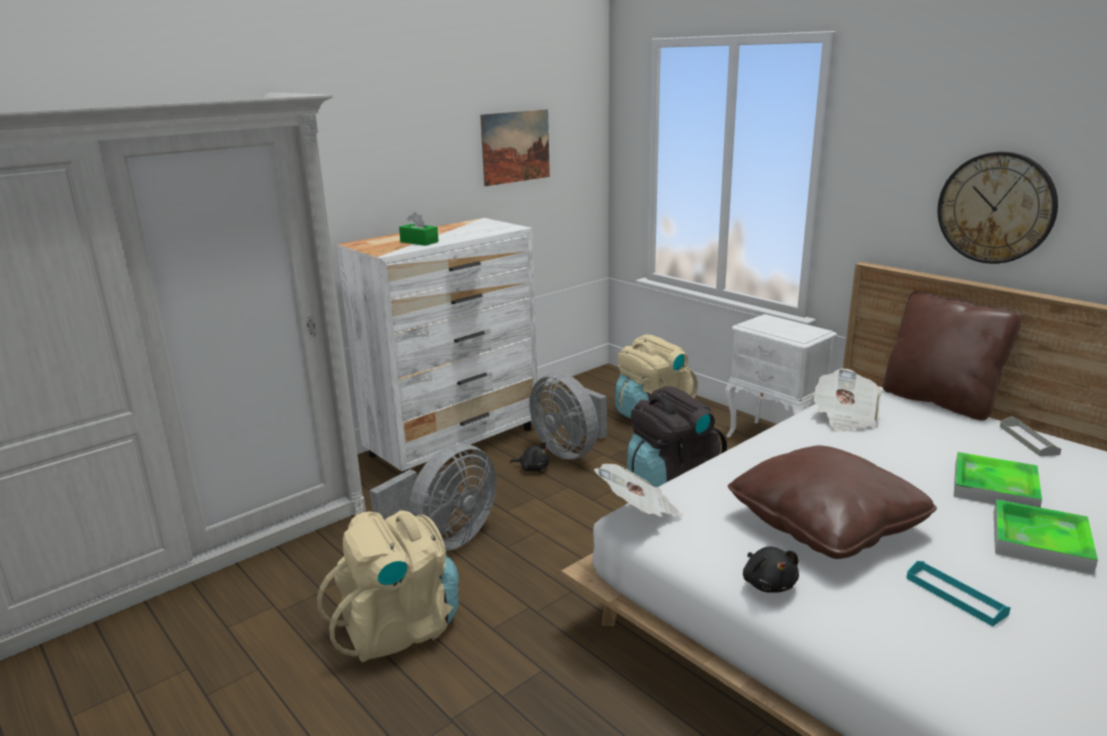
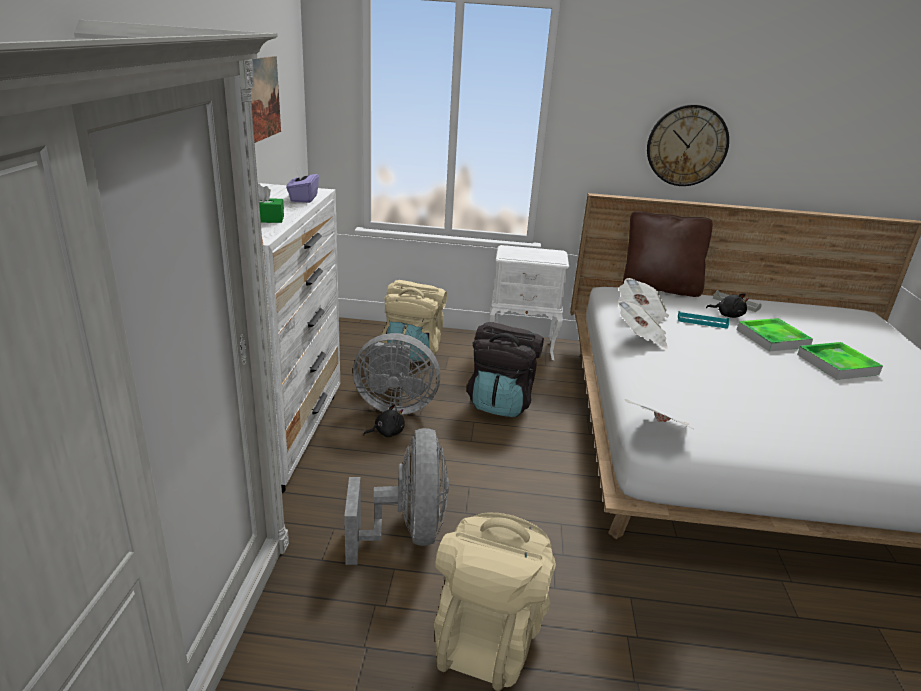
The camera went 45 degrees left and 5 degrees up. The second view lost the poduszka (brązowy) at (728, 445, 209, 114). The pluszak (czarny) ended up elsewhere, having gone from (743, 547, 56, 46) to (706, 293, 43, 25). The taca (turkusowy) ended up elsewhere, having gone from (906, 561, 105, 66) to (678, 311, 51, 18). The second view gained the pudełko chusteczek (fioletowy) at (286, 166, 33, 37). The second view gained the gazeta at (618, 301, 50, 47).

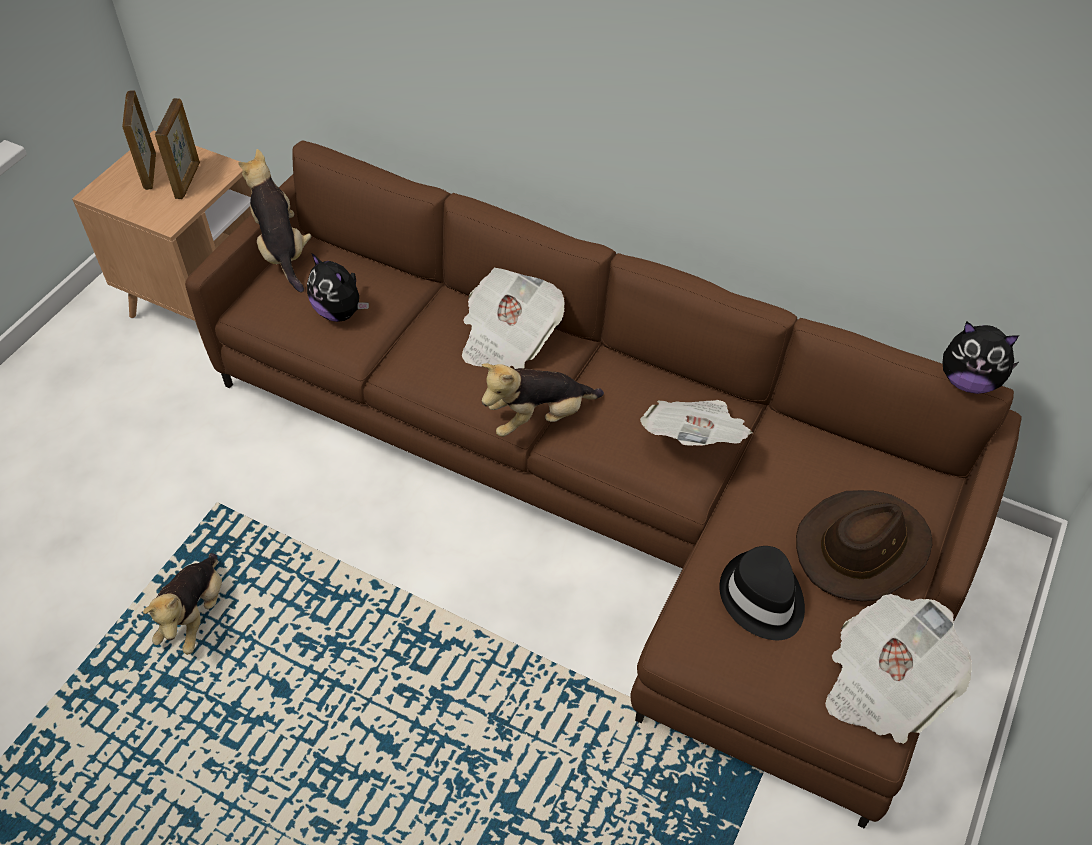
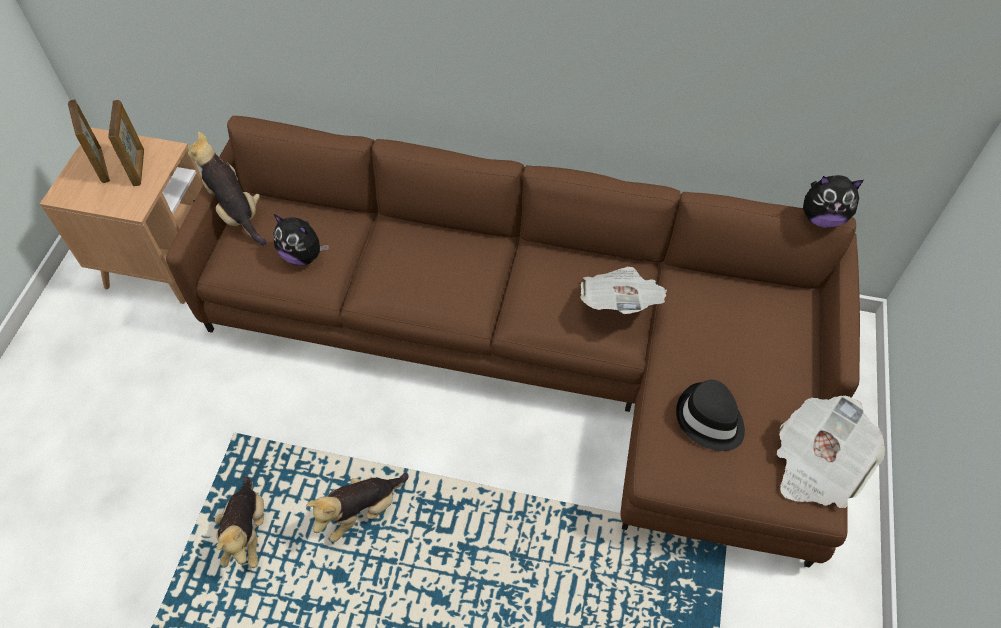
The camera went 15 degrees left and 5 degrees up. The second view lost the gazeta at (462, 268, 103, 101). The pluszak ended up elsewhere, having gone from (482, 363, 122, 74) to (306, 473, 103, 69). The second view lost the kapelusz (brązowy) at (796, 490, 136, 111).

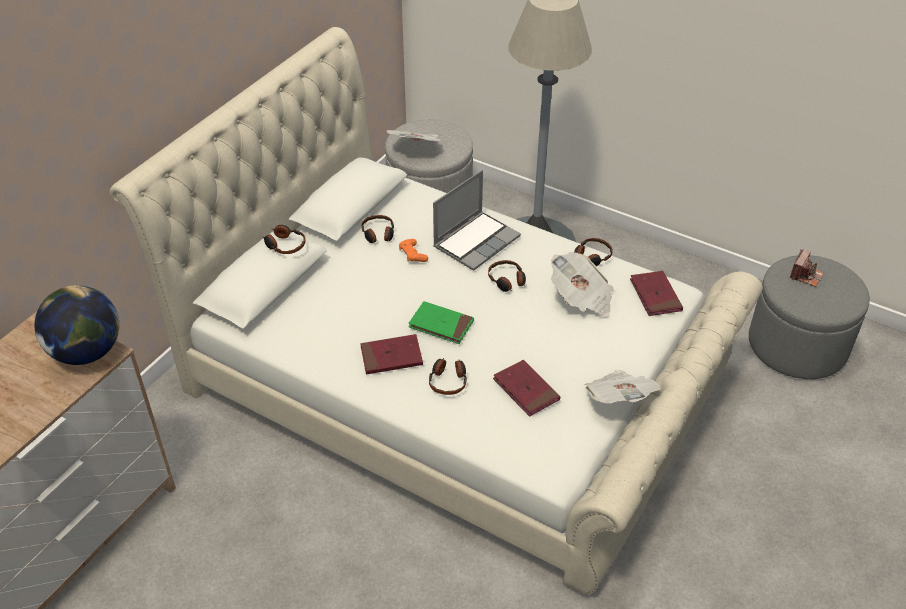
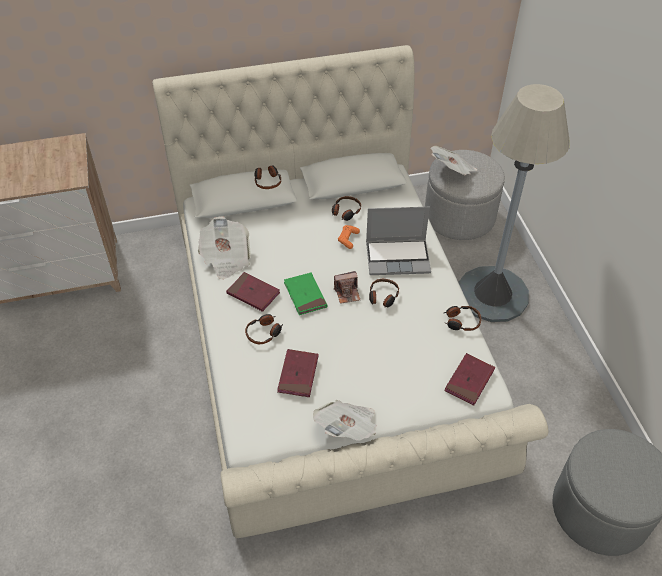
The camera went 45 degrees right and 5 degrees up. The aparat fotograficzny ended up elsewhere, having gone from (790, 249, 34, 38) to (334, 271, 26, 33). The gazeta ended up elsewhere, having gone from (551, 252, 62, 65) to (198, 216, 53, 64). The second view lost the globus at (35, 285, 84, 80).

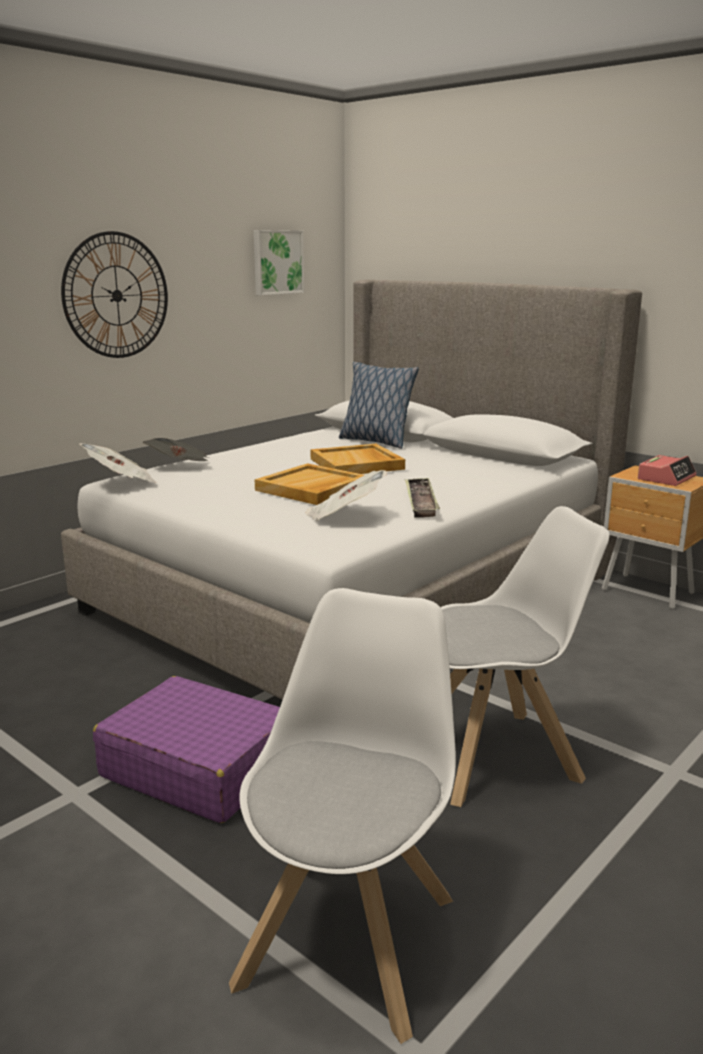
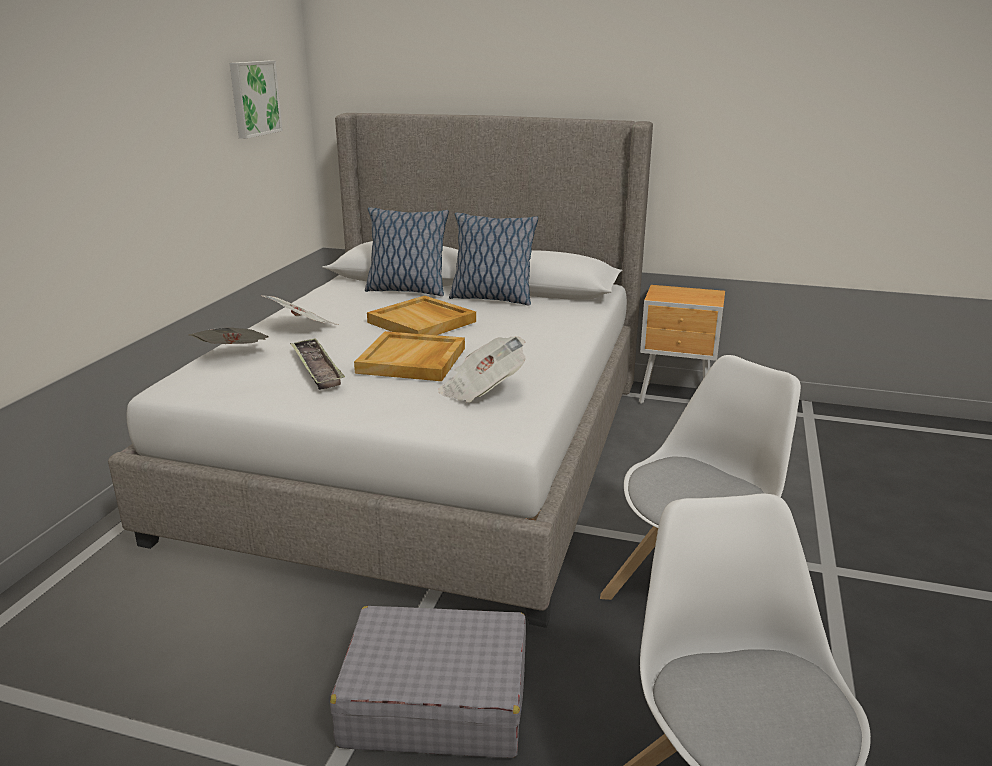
The camera went 25 degrees left and 5 degrees up. The second view lost the zegar ścienny at (61, 231, 107, 127). The gazeta ended up elsewhere, having gone from (79, 443, 77, 39) to (263, 296, 73, 28). The second view lost the budzik at (638, 455, 59, 31). The taca ended up elsewhere, having gone from (405, 478, 35, 40) to (290, 338, 55, 52). What was the walizka (fioletowy) at (93, 676, 187, 147) turned into the walizka (szary) at (330, 606, 196, 152). The second view gained the poduszka at (449, 212, 89, 94).

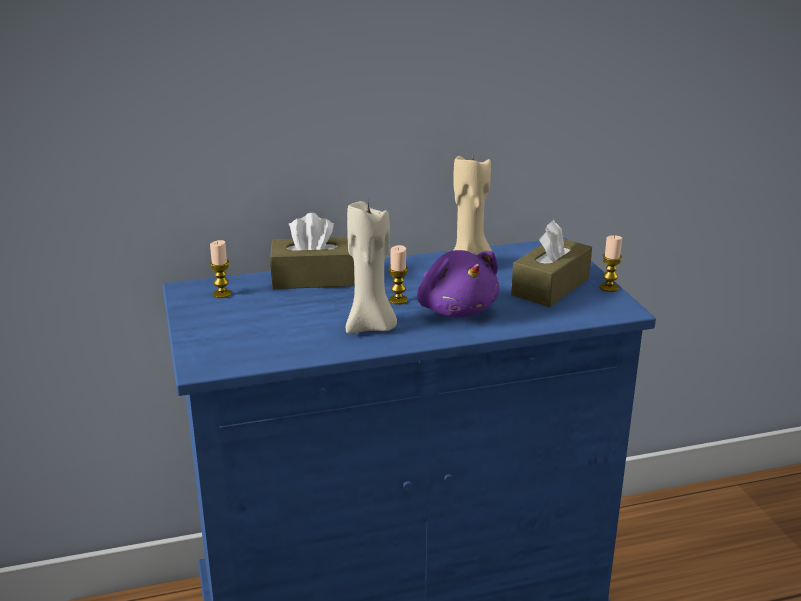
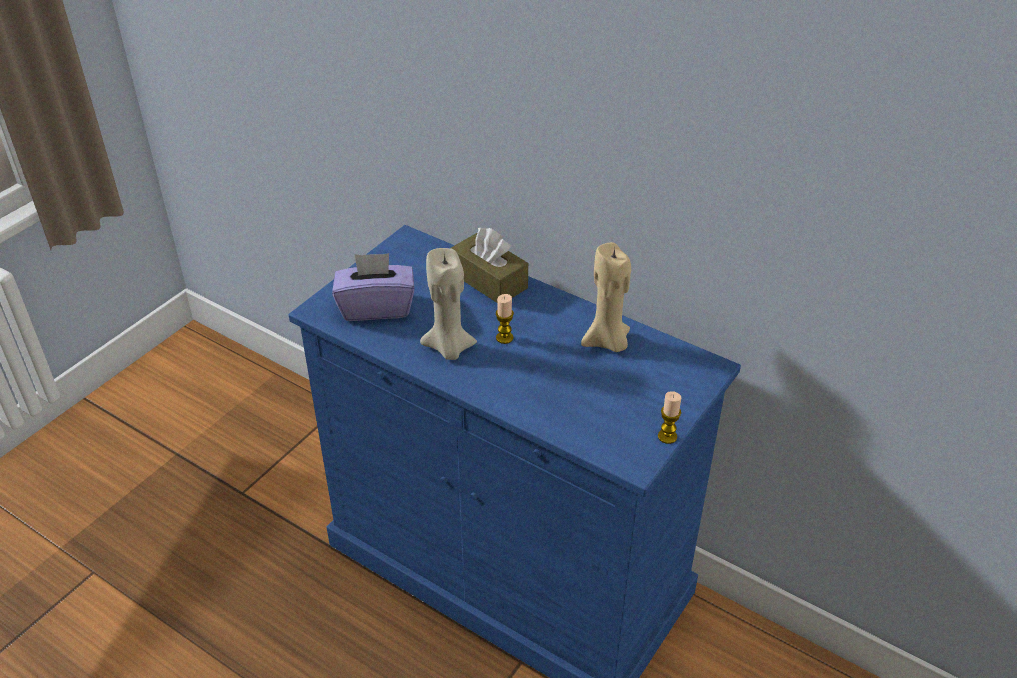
The camera went 50 degrees right and 15 degrees up. The second view lost the pudełko chusteczek (brązowy) at (511, 220, 81, 87). The second view lost the świeca at (210, 240, 22, 58). The second view lost the pluszak (fioletowy) at (417, 250, 83, 67). The second view gained the pudełko chusteczek (fioletowy) at (332, 253, 83, 68).

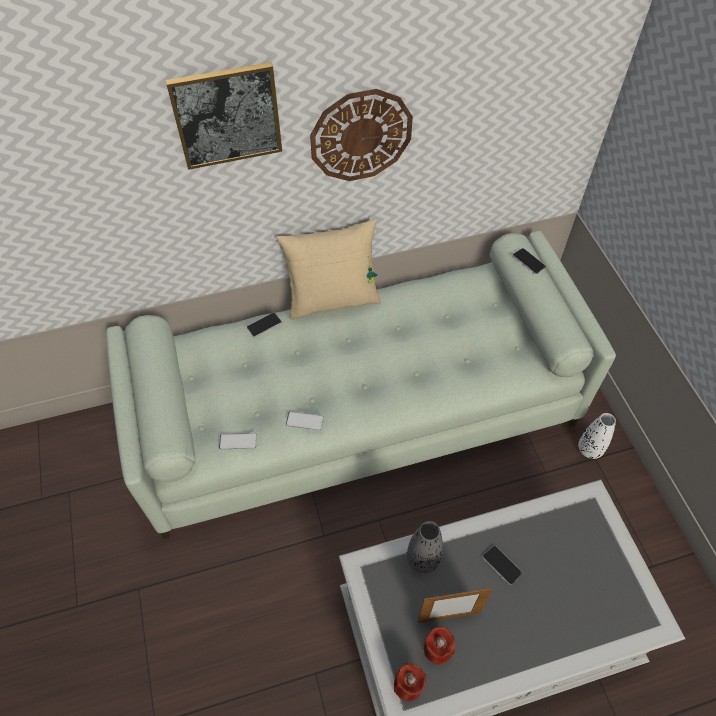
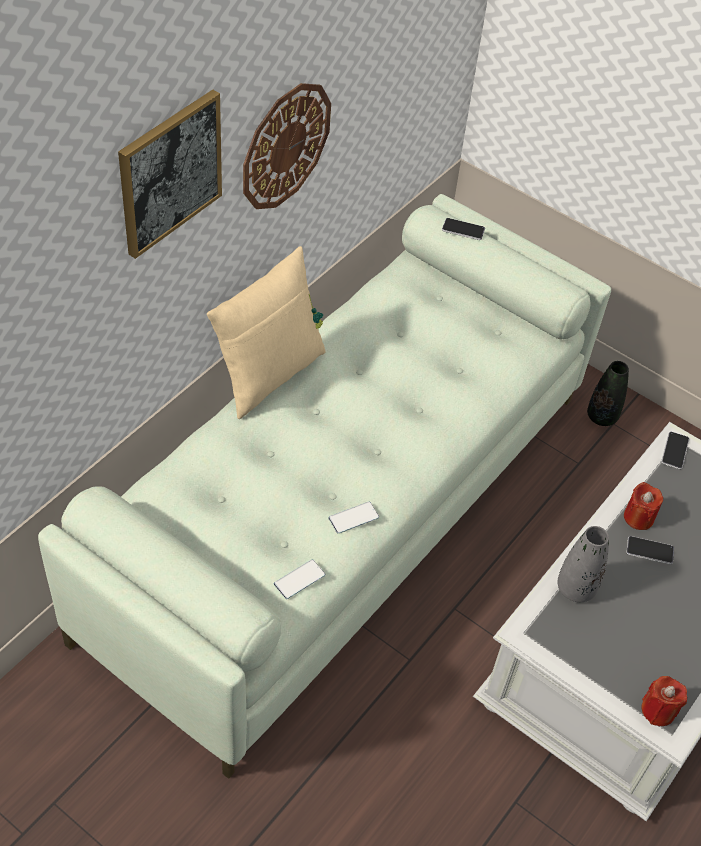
The camera went 40 degrees left and 5 degrees down. The telefon ended up elsewhere, having gone from (247, 313, 35, 24) to (661, 432, 28, 37). What was the wazon (biały) at (578, 413, 38, 46) turned into the wazon (czarny) at (587, 361, 42, 65). The second view lost the ramka na zdjęcie at (418, 588, 75, 35). The świeca (czerwony) ended up elsewhere, having gone from (424, 627, 31, 37) to (624, 482, 39, 48).

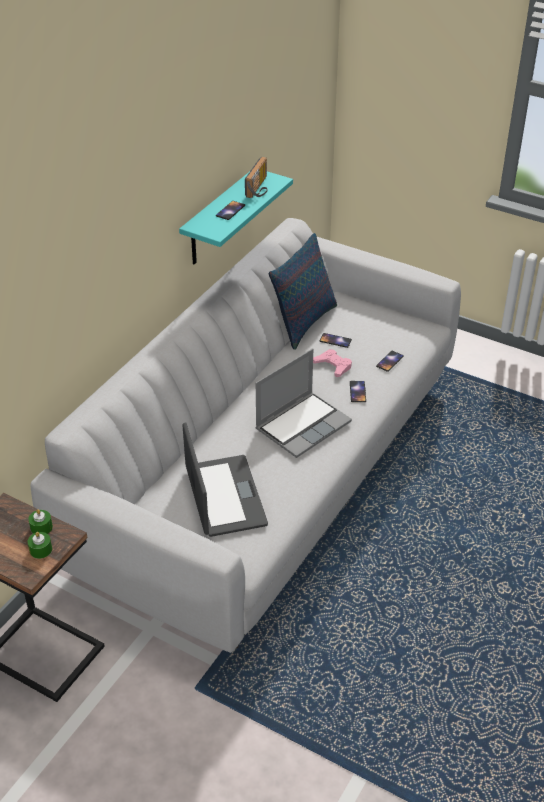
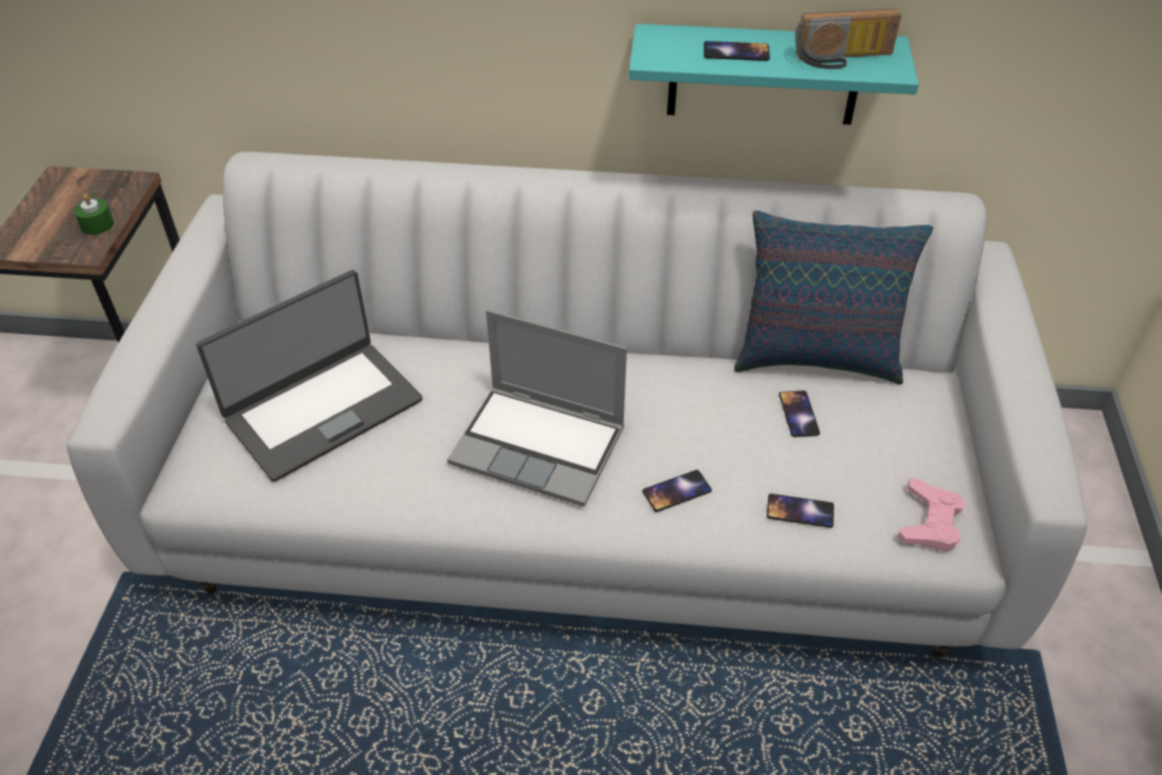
The camera went 65 degrees right and 5 degrees up. The pad do gier (różowy) ended up elsewhere, having gone from (313, 349, 39, 28) to (898, 478, 67, 74). The second view lost the świeca (zielony) at (28, 532, 24, 27).

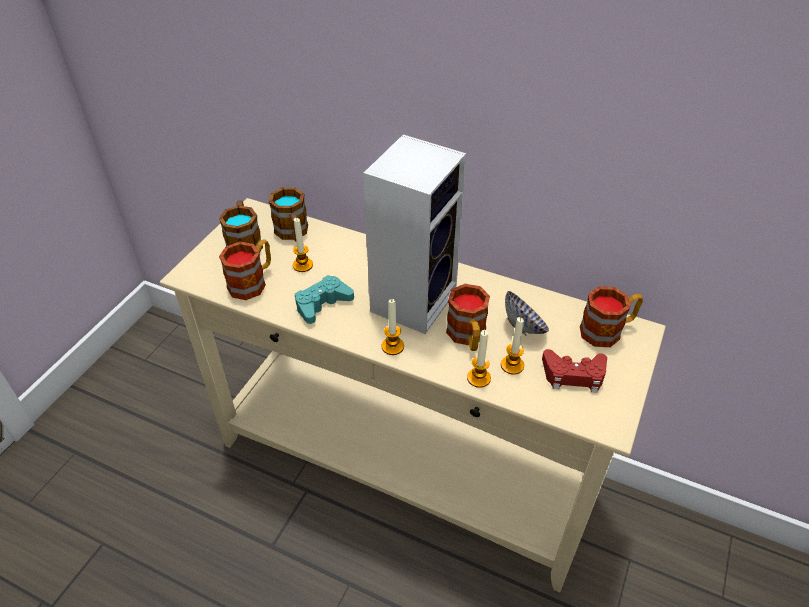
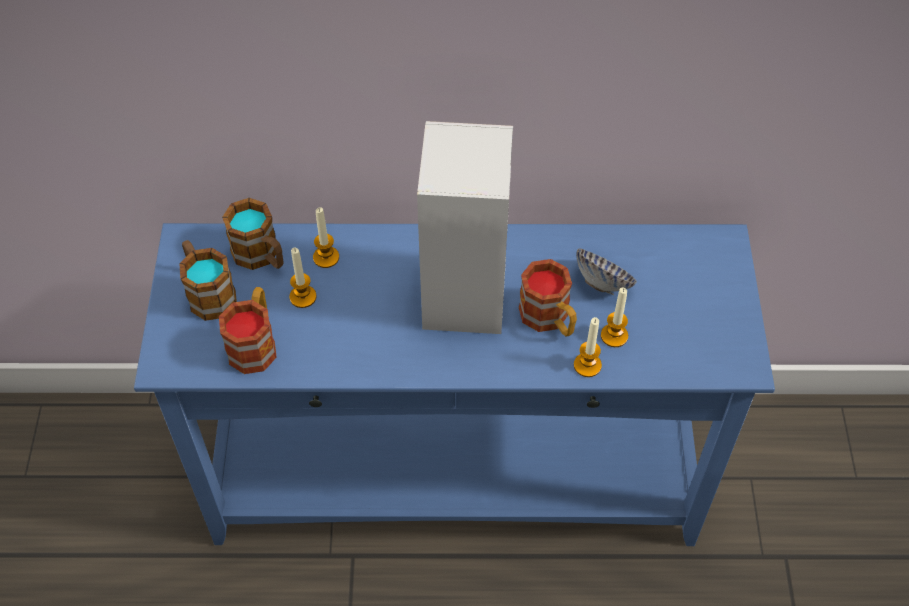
The camera went 25 degrees left and 10 degrees up. What was the stolik konsolowy (beżowy) at (160, 198, 506, 394) turned into the stolik konsolowy (niebieski) at (134, 223, 641, 323). The second view lost the pad do gier (turkusowy) at (295, 275, 59, 49). The second view lost the kubek at (580, 286, 63, 61). The świeca ended up elsewhere, having gone from (382, 299, 22, 56) to (313, 207, 26, 61). The second view lost the pad do gier (czerwony) at (542, 349, 65, 44).

